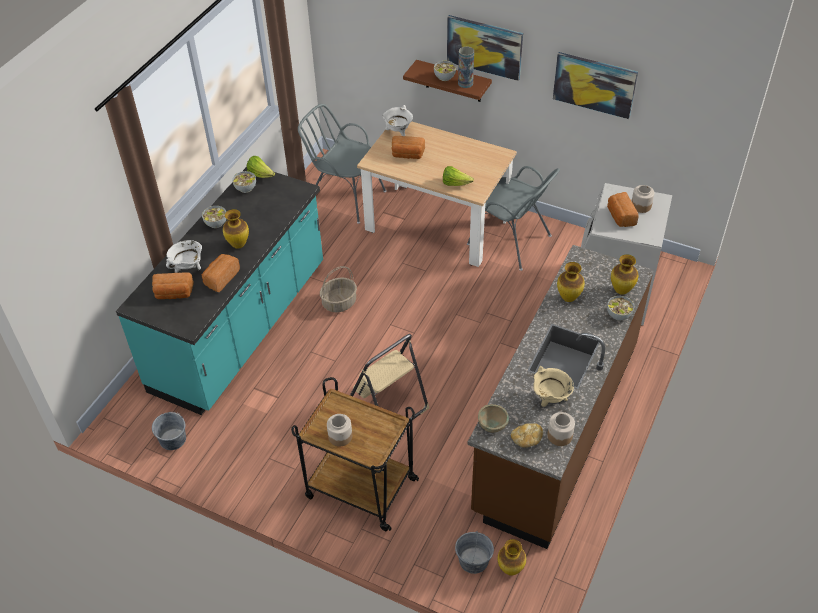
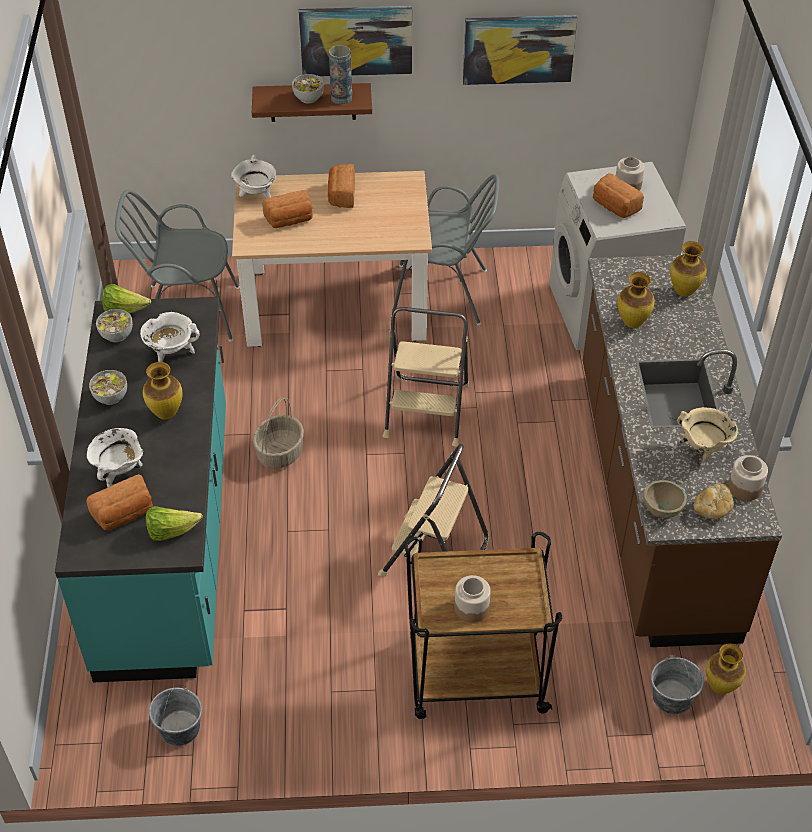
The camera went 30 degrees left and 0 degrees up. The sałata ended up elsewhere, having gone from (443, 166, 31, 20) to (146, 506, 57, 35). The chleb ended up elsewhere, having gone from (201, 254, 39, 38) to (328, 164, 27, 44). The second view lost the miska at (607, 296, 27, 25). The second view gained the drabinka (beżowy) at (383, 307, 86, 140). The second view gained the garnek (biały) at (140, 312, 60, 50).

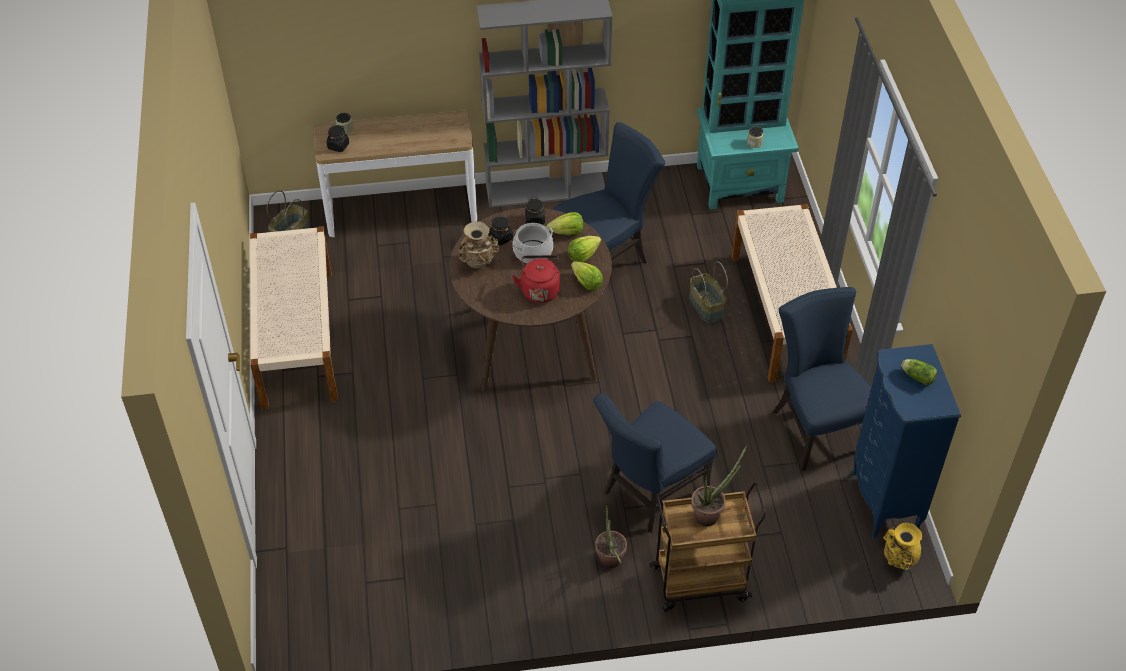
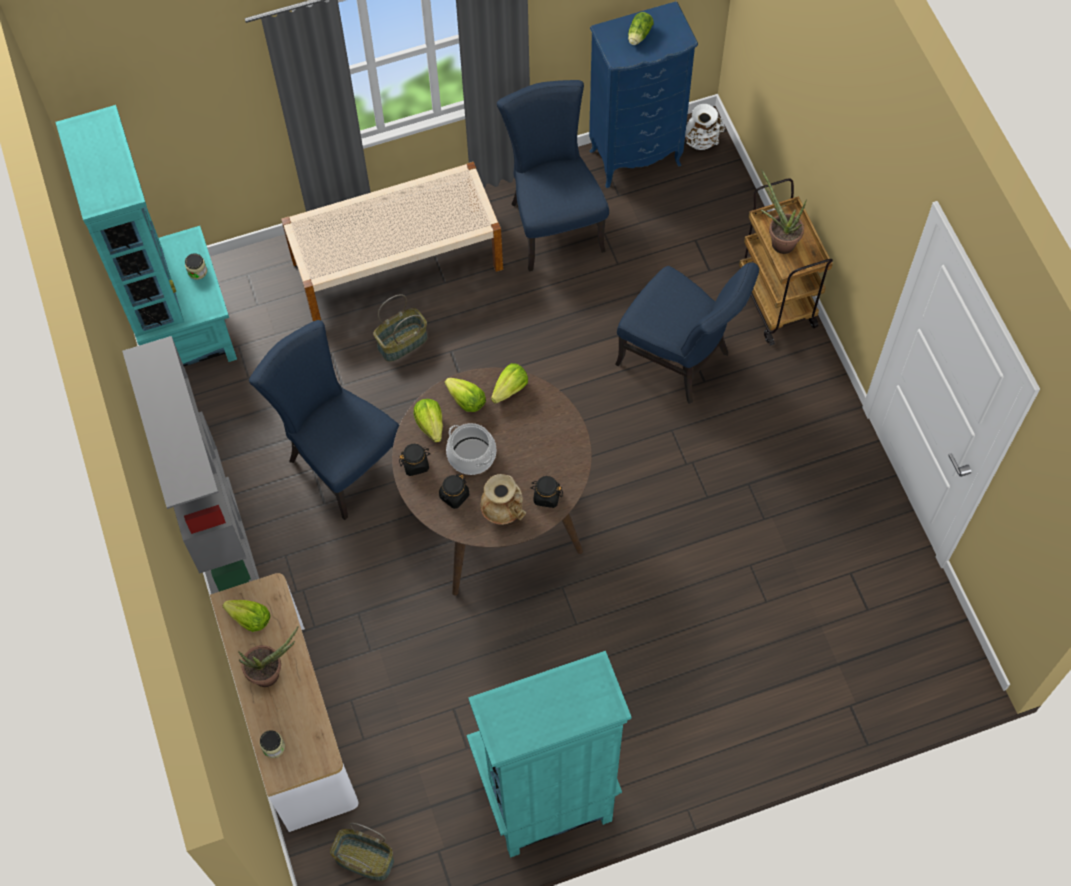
The camera went 100 degrees left and 15 degrees up. The słoik (czarny) ended up elsewhere, having gone from (327, 125, 22, 27) to (531, 476, 32, 32). Where the ławka (beżowy) stood at (250, 226, 88, 183), the szafka (turkusowy) came to stand at (467, 651, 164, 207). The second view lost the czajnik (czerwony) at (512, 255, 48, 48). The krzesło (niebieski) at (774, 287, 97, 184) ended up facing another way, 105 degrees clockwise from before. The roślina doniczkowa ended up elsewhere, having gone from (595, 505, 32, 63) to (238, 626, 61, 61). What was the wazon (żółty) at (883, 523, 39, 47) turned into the wazon (biały) at (685, 104, 40, 46). The second view gained the sałata at (222, 600, 49, 32).

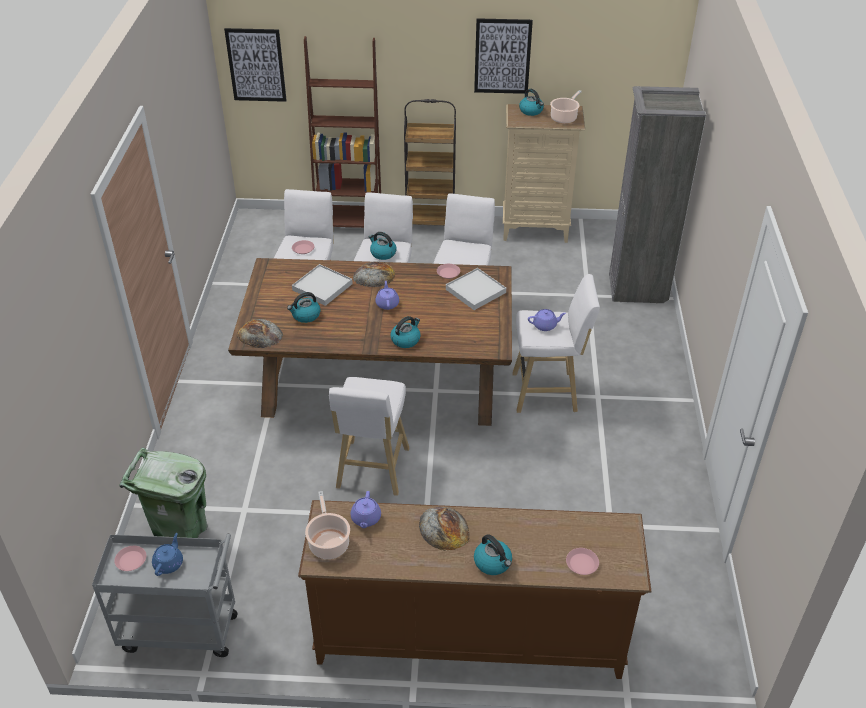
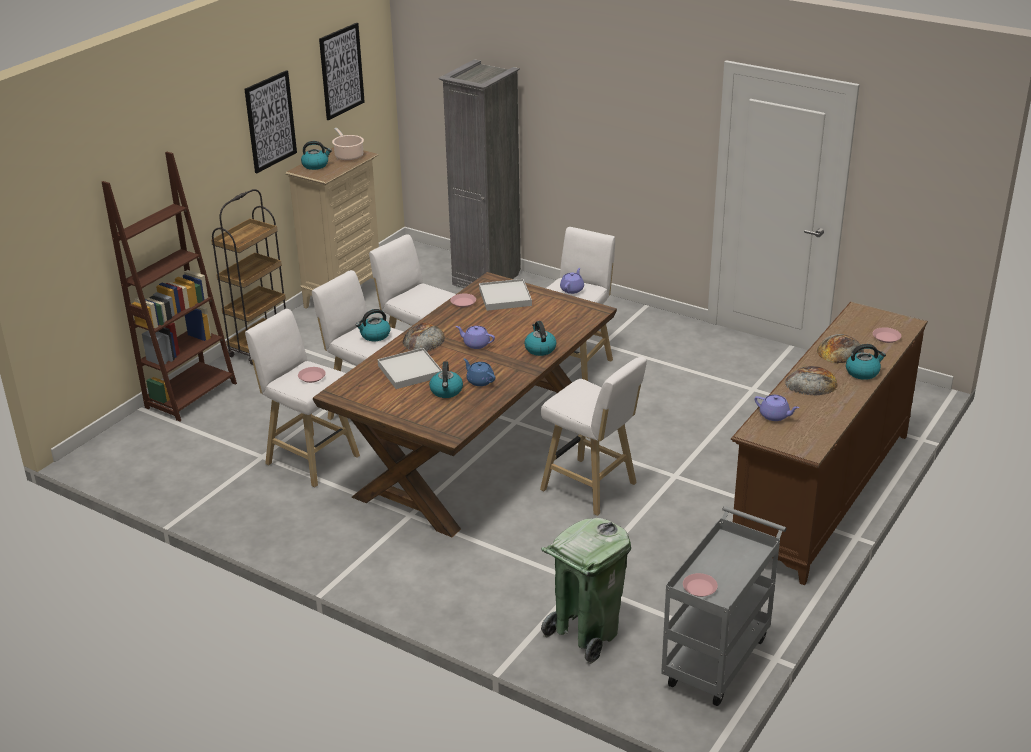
The camera went 60 degrees left and 10 degrees down. The obraz ended up elsewhere, having gone from (224, 28, 63, 74) to (319, 23, 46, 97). The chleb ended up elsewhere, having gone from (237, 319, 46, 29) to (817, 334, 47, 29). The second view lost the garnek at (305, 491, 45, 68). The imbryk (niebieski) ended up elsewhere, having gone from (152, 533, 31, 43) to (464, 358, 31, 28).

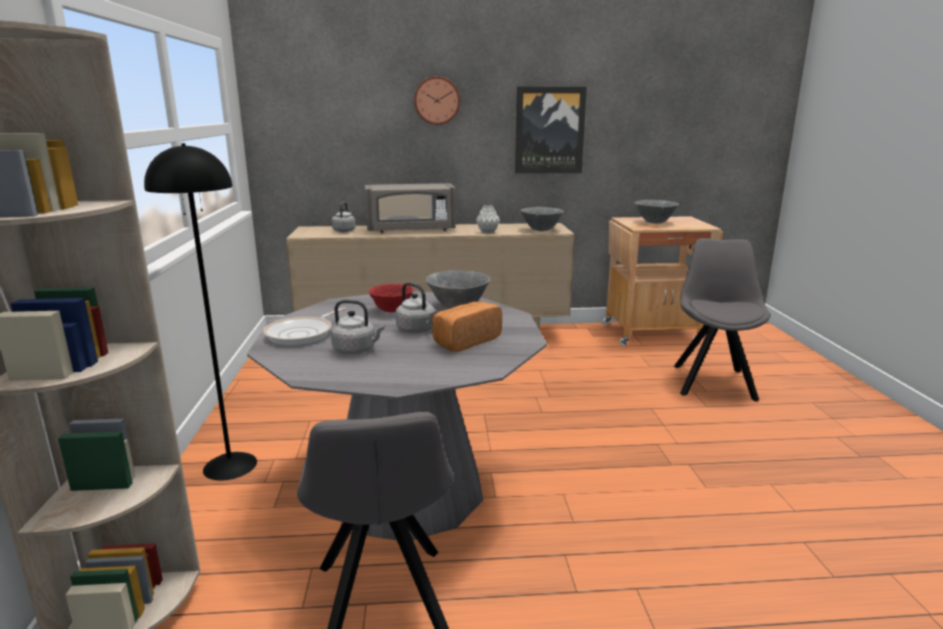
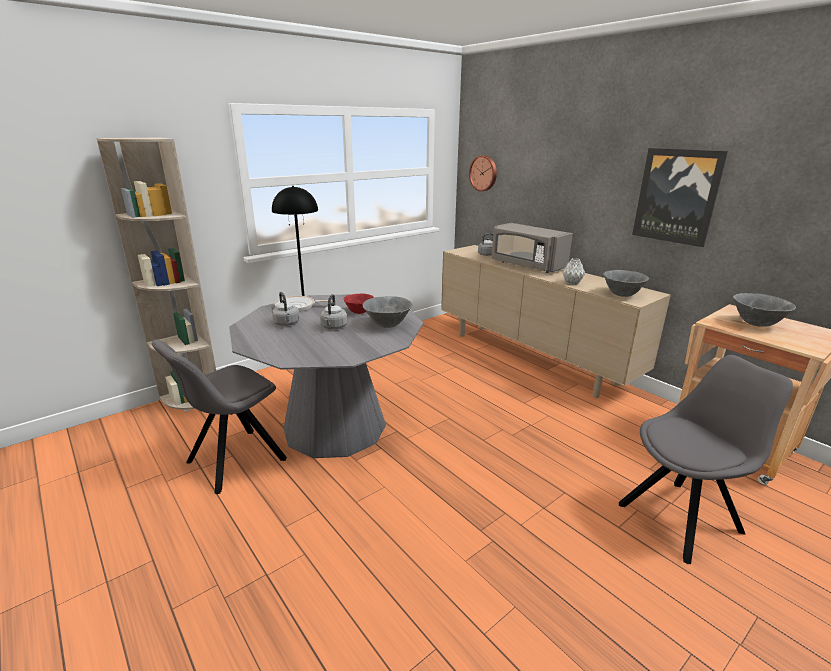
The camera went 55 degrees right and 5 degrees up. The zegar ścienny ended up elsewhere, having gone from (414, 76, 46, 49) to (469, 155, 28, 36). The second view lost the chleb at (432, 302, 70, 50).

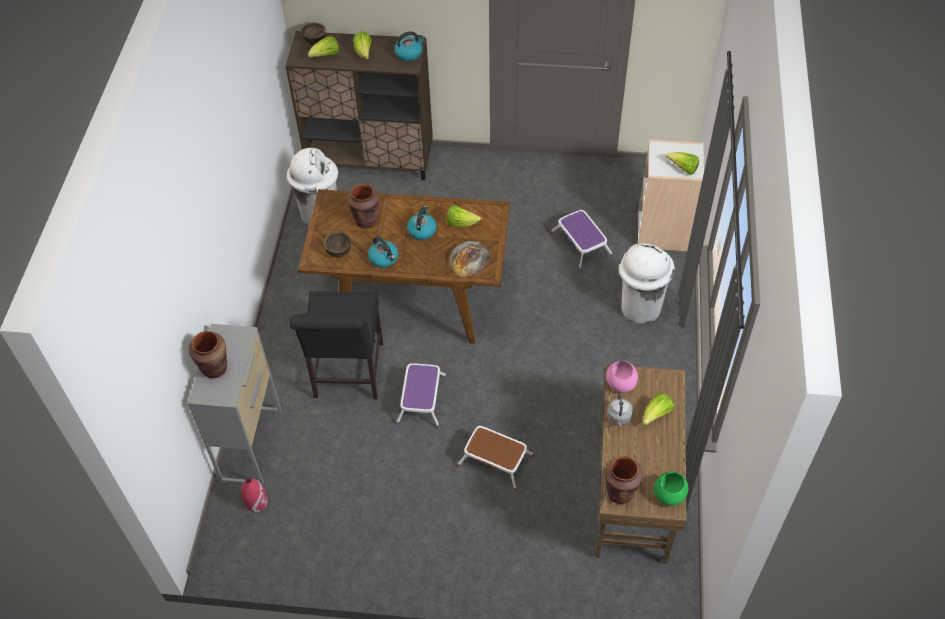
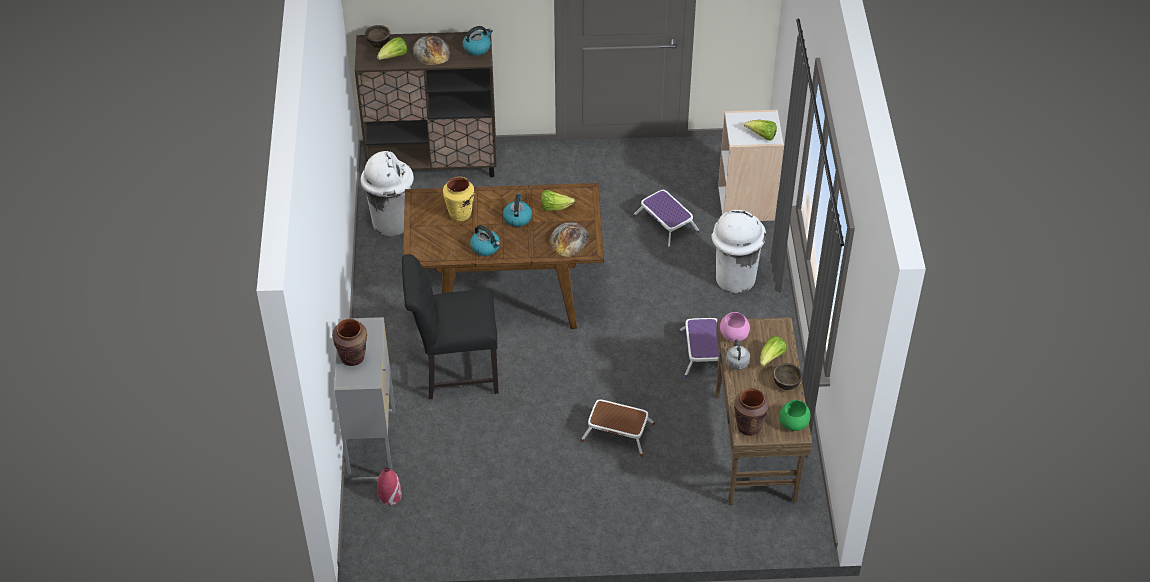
The camera went 10 degrees left and 5 degrees down. Where the sałata stood at (353, 31, 19, 28), the chleb came to stand at (413, 36, 37, 29). What was the wazon (brązowy) at (347, 184, 32, 44) turned into the wazon (żółty) at (443, 177, 32, 44). The miska (brązowy) ended up elsewhere, having gone from (324, 232, 27, 25) to (773, 363, 29, 27). The krzesło (czarny) at (290, 291, 93, 108) ended up facing another way, 90 degrees clockwise from before. The drabinka (fioletowy) ended up elsewhere, having gone from (395, 363, 53, 66) to (678, 318, 41, 61).

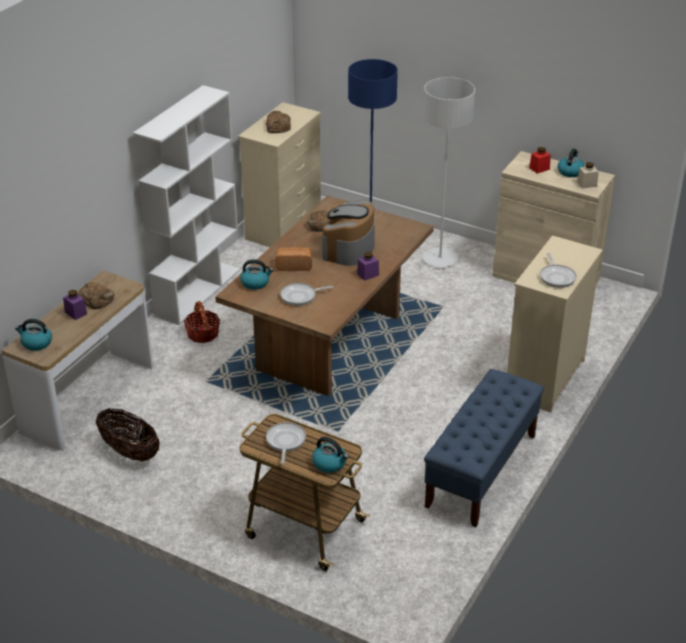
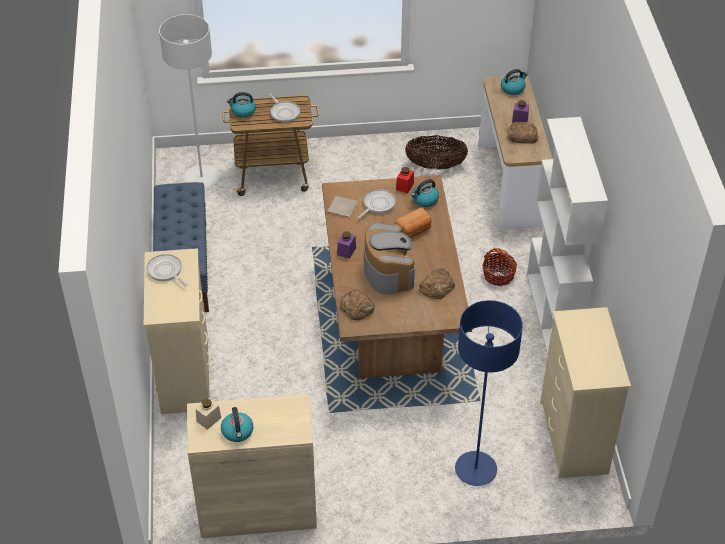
The camera went 145 degrees right and 10 degrees up. The lampa stojąca (szary) ended up elsewhere, having gone from (423, 77, 52, 190) to (159, 14, 60, 174). The chleb ended up elsewhere, having gone from (266, 111, 25, 22) to (340, 289, 35, 31). The słoik (czerwony) ended up elsewhere, having gone from (529, 147, 22, 27) to (396, 167, 18, 26). The second view gained the talerz at (328, 196, 30, 21).

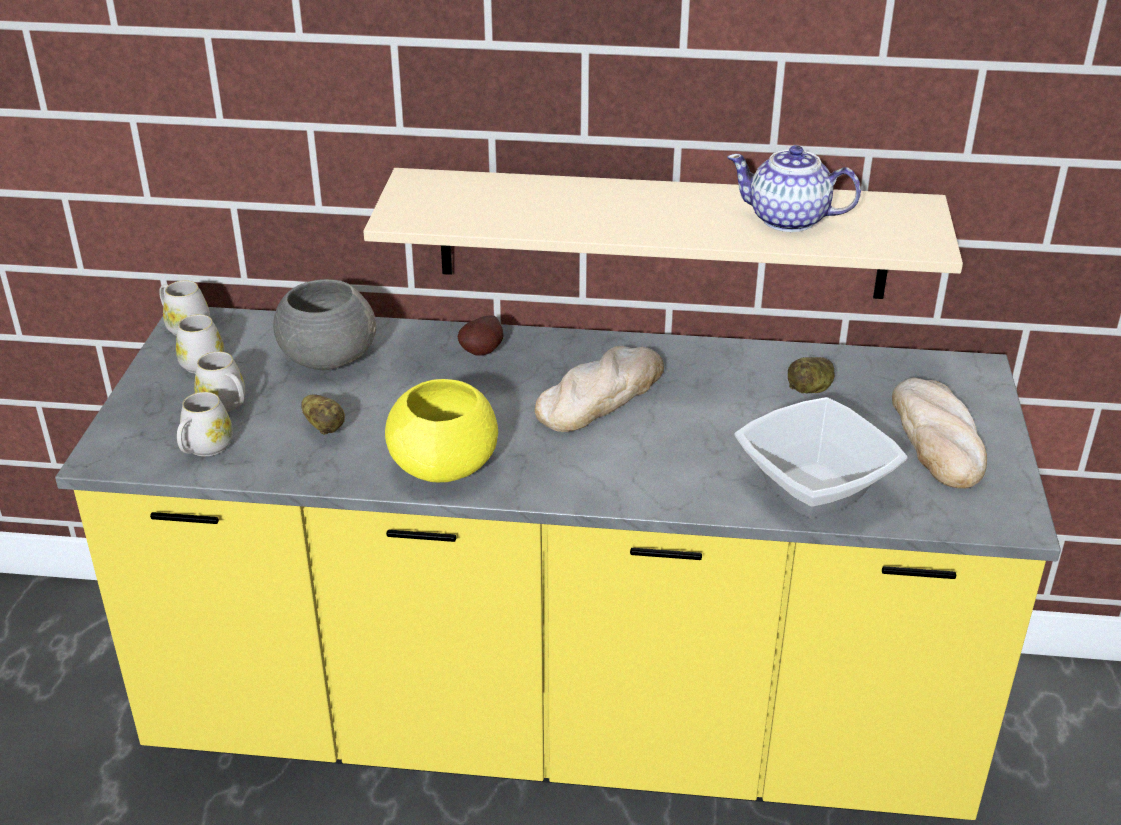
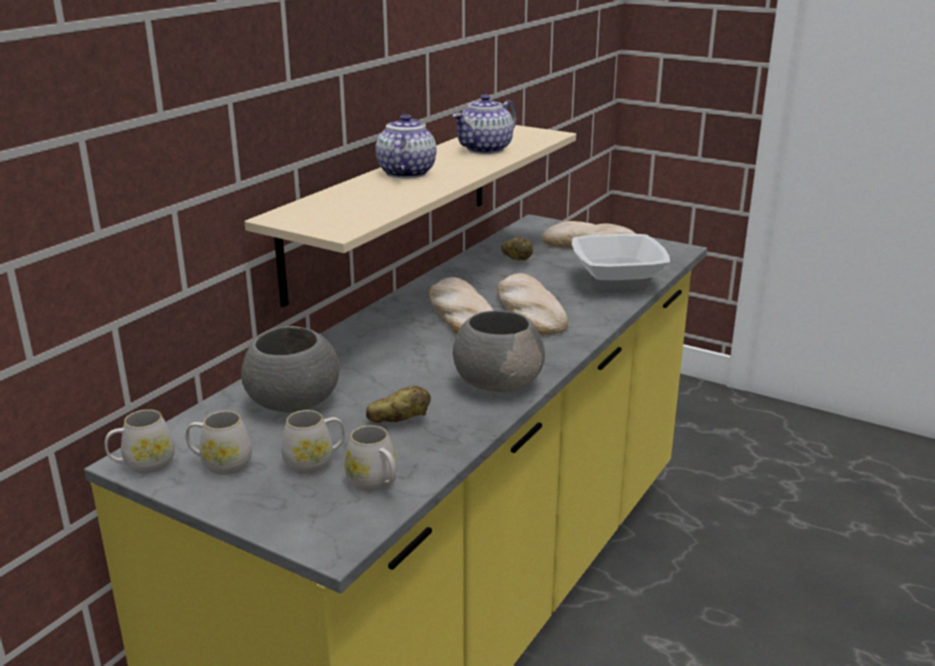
The camera went 65 degrees left and 10 degrees down. The second view lost the ziemniak at (458, 315, 46, 41). What was the miska (żółty) at (385, 379, 113, 103) turned into the miska (szary) at (453, 310, 92, 82). The second view gained the imbryk at (375, 114, 62, 64). The second view gained the chleb at (497, 273, 71, 63).

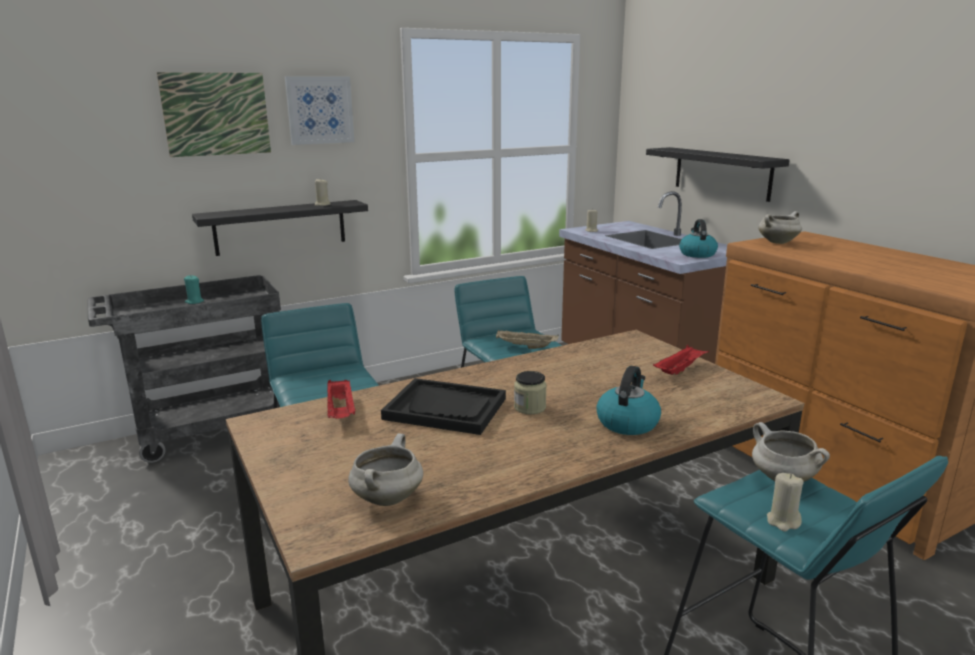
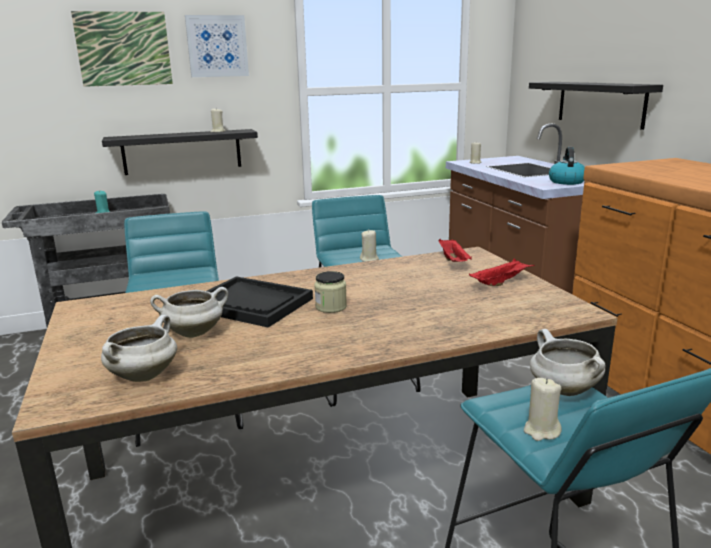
The camera went 10 degrees right and 0 degrees up. The garnek (biały) ended up elsewhere, having gone from (758, 211, 44, 33) to (150, 287, 78, 51). Where the taca (beżowy) stood at (496, 329, 63, 20), the świeca (beżowy) came to stand at (360, 230, 19, 32). The second view lost the czajnik at (596, 366, 65, 69). The taca (czerwony) ended up elsewhere, having gone from (327, 380, 29, 38) to (439, 239, 32, 23).

